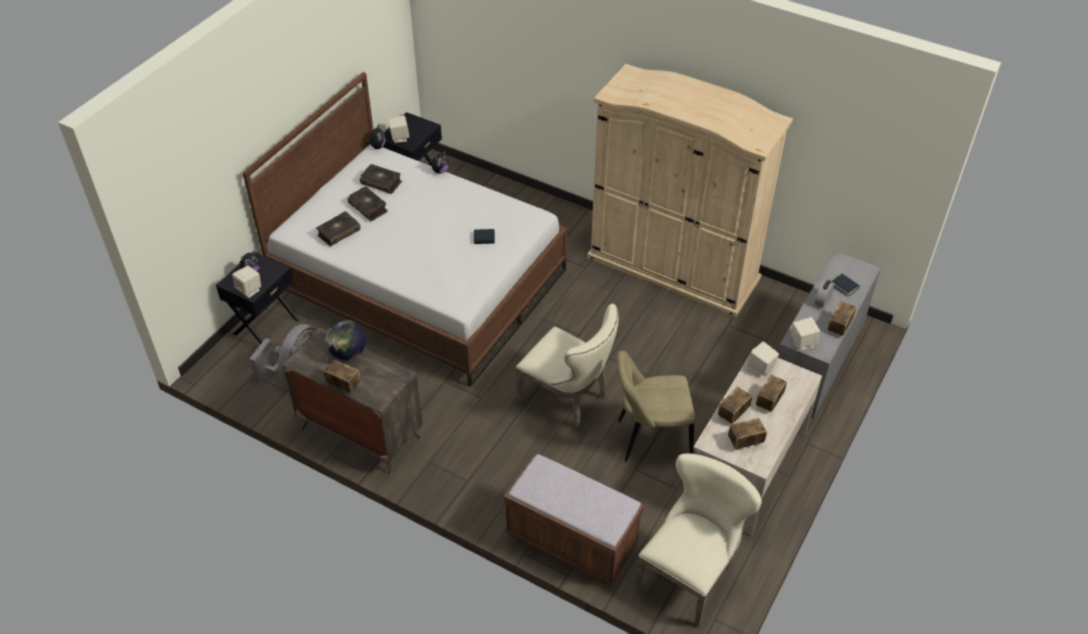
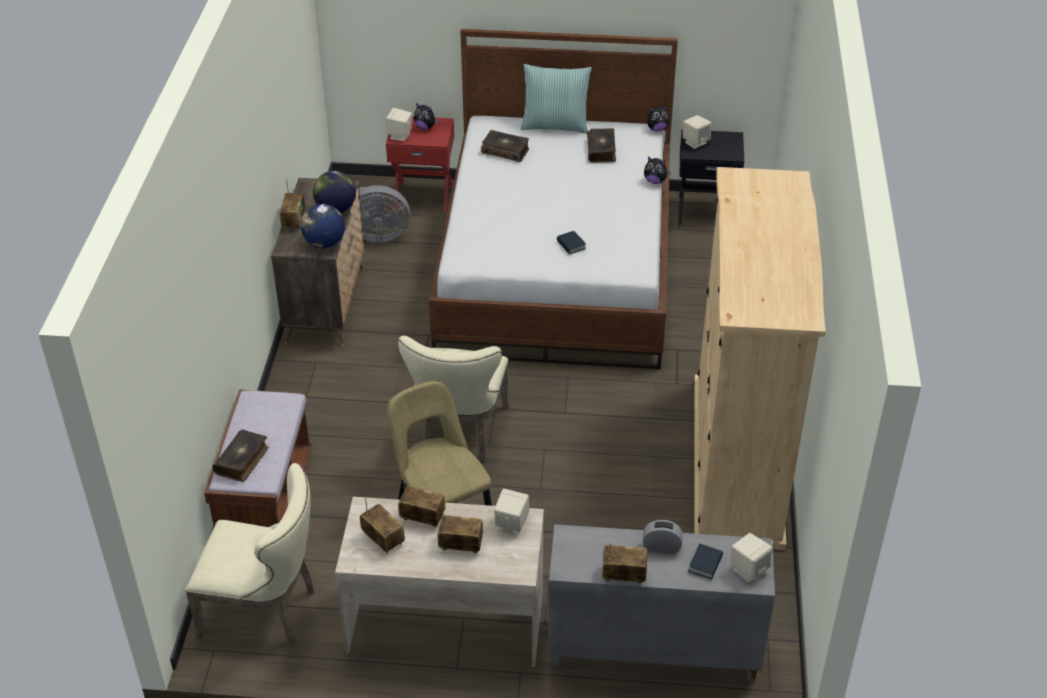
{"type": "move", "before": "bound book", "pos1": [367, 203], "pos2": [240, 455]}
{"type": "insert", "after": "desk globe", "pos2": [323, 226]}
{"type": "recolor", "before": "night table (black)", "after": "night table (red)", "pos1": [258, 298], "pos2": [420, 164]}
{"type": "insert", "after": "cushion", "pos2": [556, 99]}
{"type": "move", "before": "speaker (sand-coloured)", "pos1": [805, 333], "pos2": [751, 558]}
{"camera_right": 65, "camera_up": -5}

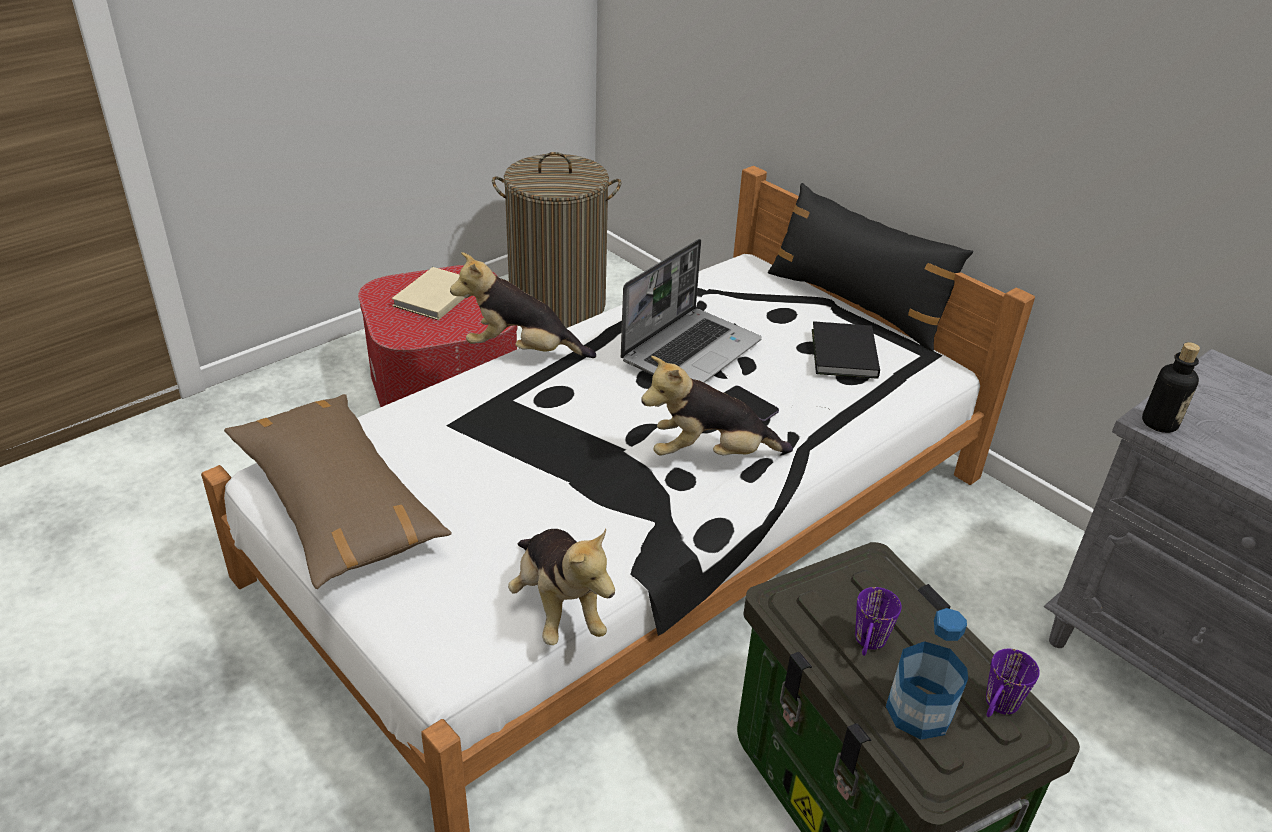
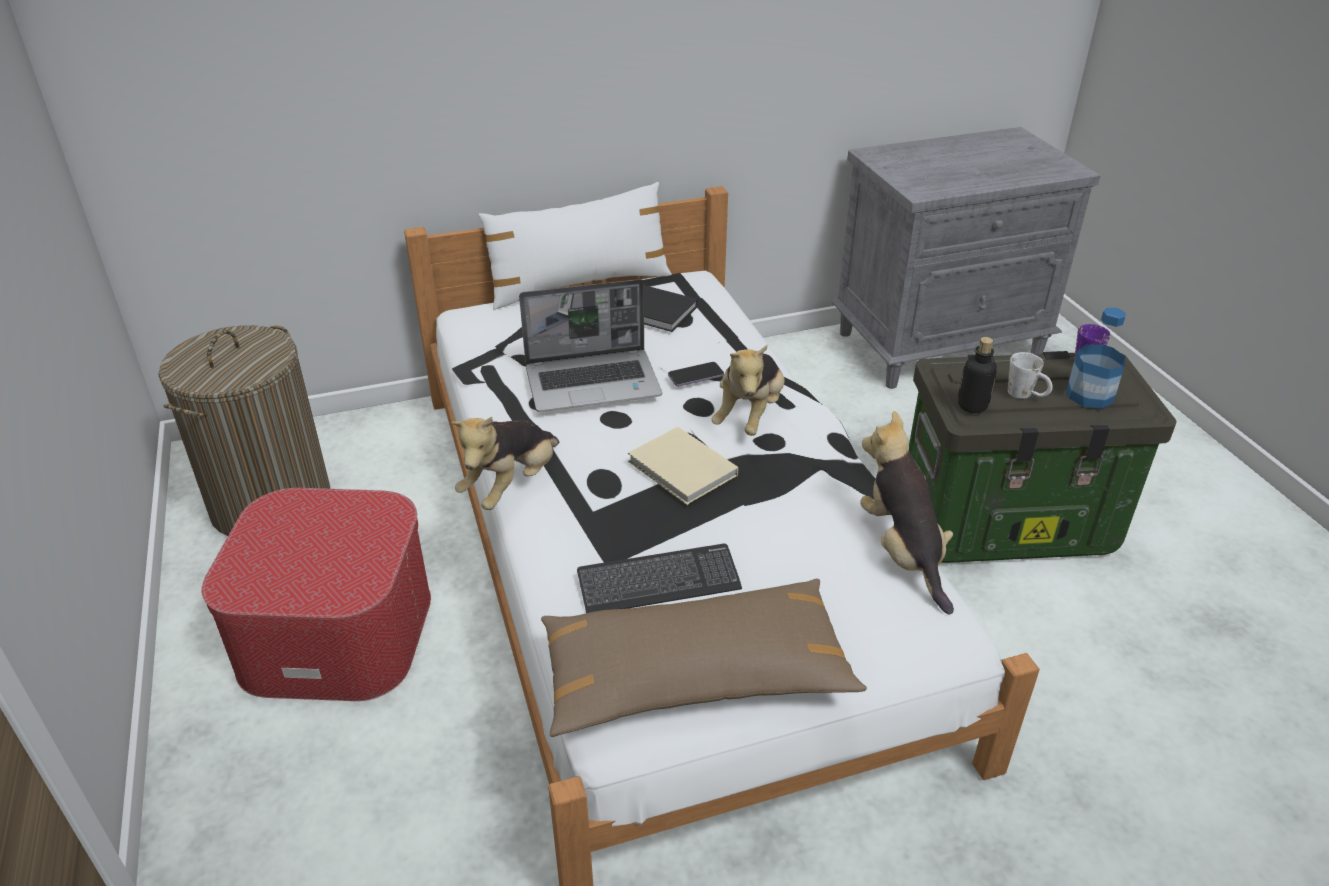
{"type": "recolor", "before": "cushion (black)", "after": "cushion (whitish)", "pos1": [870, 267], "pos2": [575, 246]}
{"type": "rotate", "before": "laptop", "pos1": [691, 311], "pos2": [590, 345], "turn": 105}
{"type": "insert", "after": "PC keyboard", "pos2": [659, 578]}
{"type": "move", "before": "bound book (sand-coloured)", "pos1": [428, 293], "pos2": [683, 466]}
{"type": "rotate", "before": "soft toy", "pos1": [561, 587], "pos2": [907, 512], "turn": -105}
{"type": "move", "before": "drink bottle", "pos1": [1171, 387], "pos2": [977, 375]}
{"type": "recolor", "before": "mug (purple-coloured)", "after": "mug (whitish)", "pos1": [878, 621], "pos2": [1030, 375]}
{"camera_right": -65, "camera_up": 0}

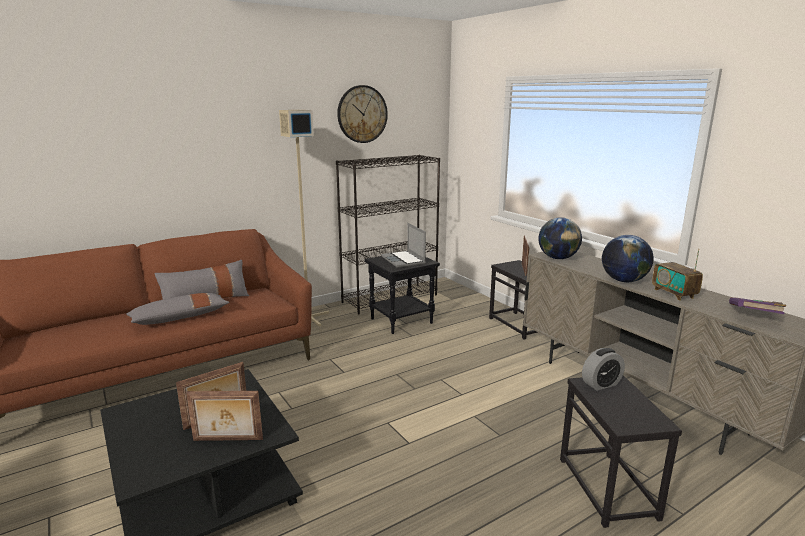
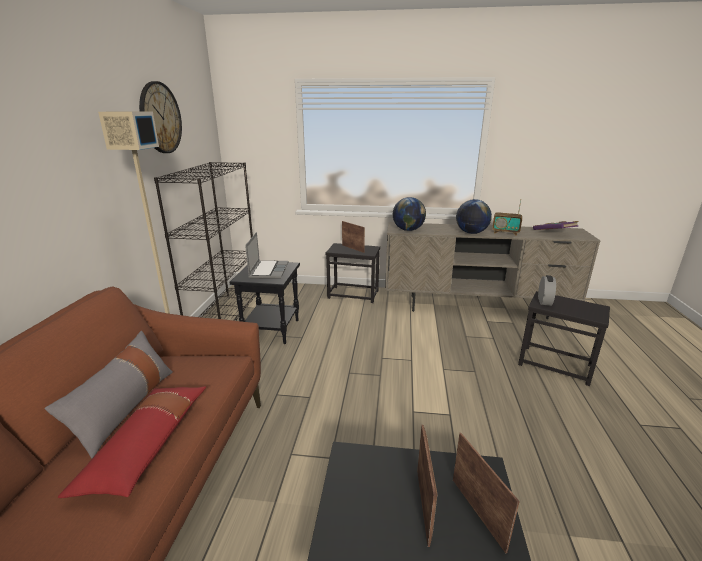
{"type": "recolor", "before": "cushion (gray)", "after": "cushion (red)", "pos1": [178, 309], "pos2": [132, 442]}
{"type": "rotate", "before": "laptop", "pos1": [403, 245], "pos2": [267, 255], "turn": -105}
{"type": "rotate", "before": "standing frame", "pos1": [224, 416], "pos2": [486, 493], "turn": -60}
{"camera_right": -50, "camera_up": 5}

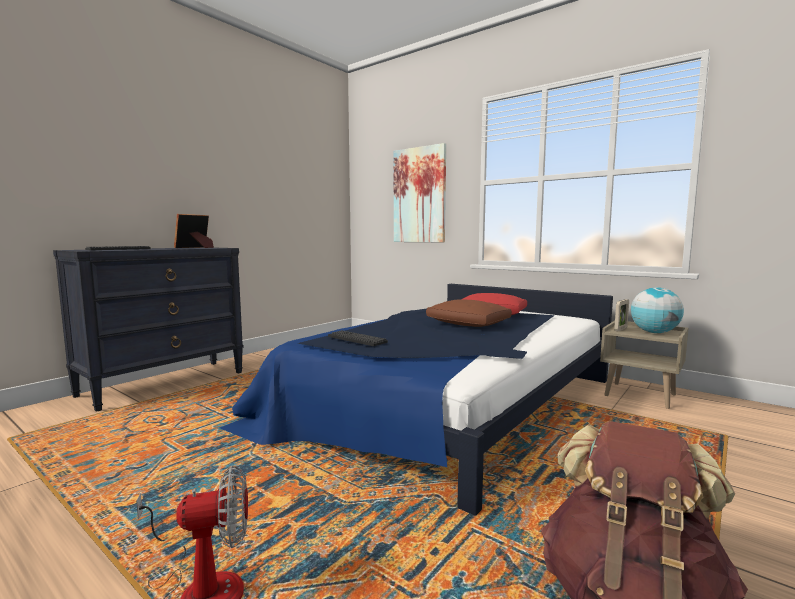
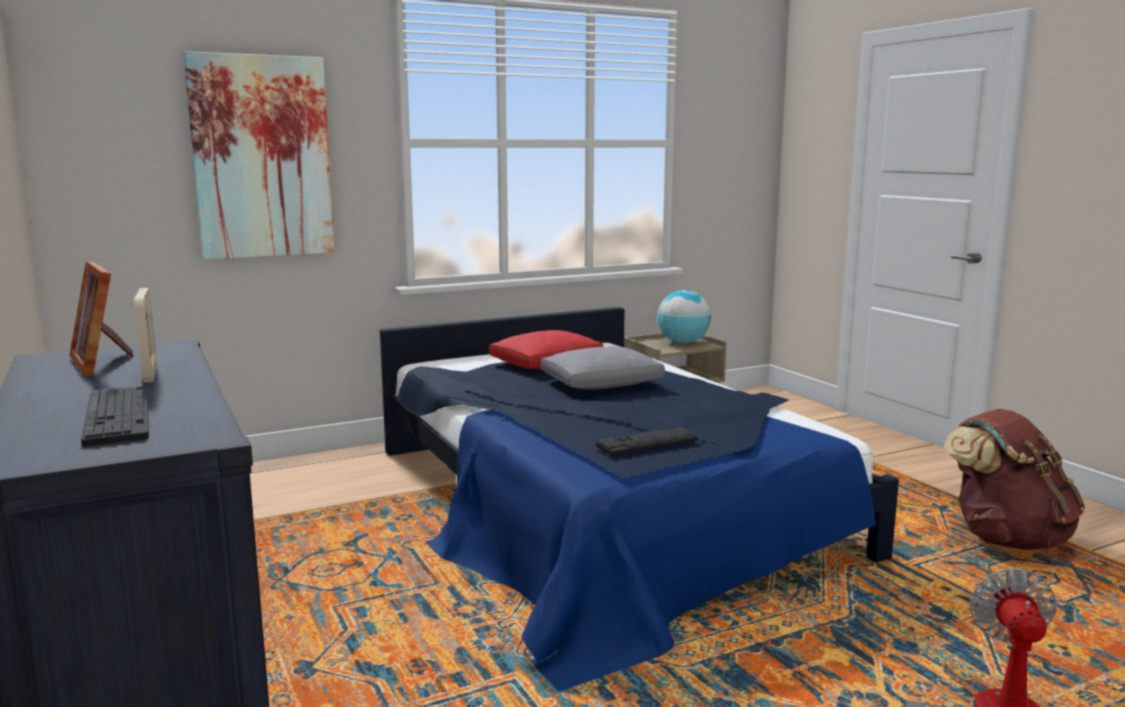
{"type": "move", "before": "standing frame", "pos1": [621, 315], "pos2": [145, 335]}
{"type": "recolor", "before": "cushion (brown)", "after": "cushion (gray)", "pos1": [469, 313], "pos2": [603, 368]}
{"camera_right": -65, "camera_up": 5}

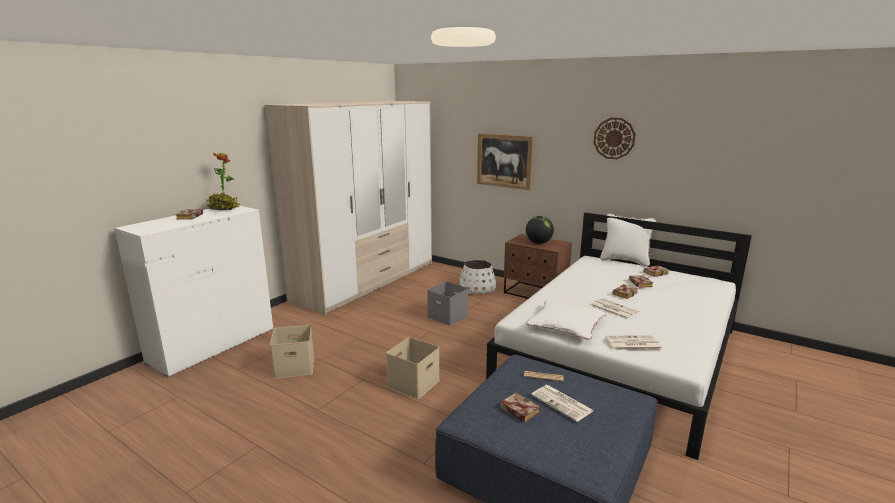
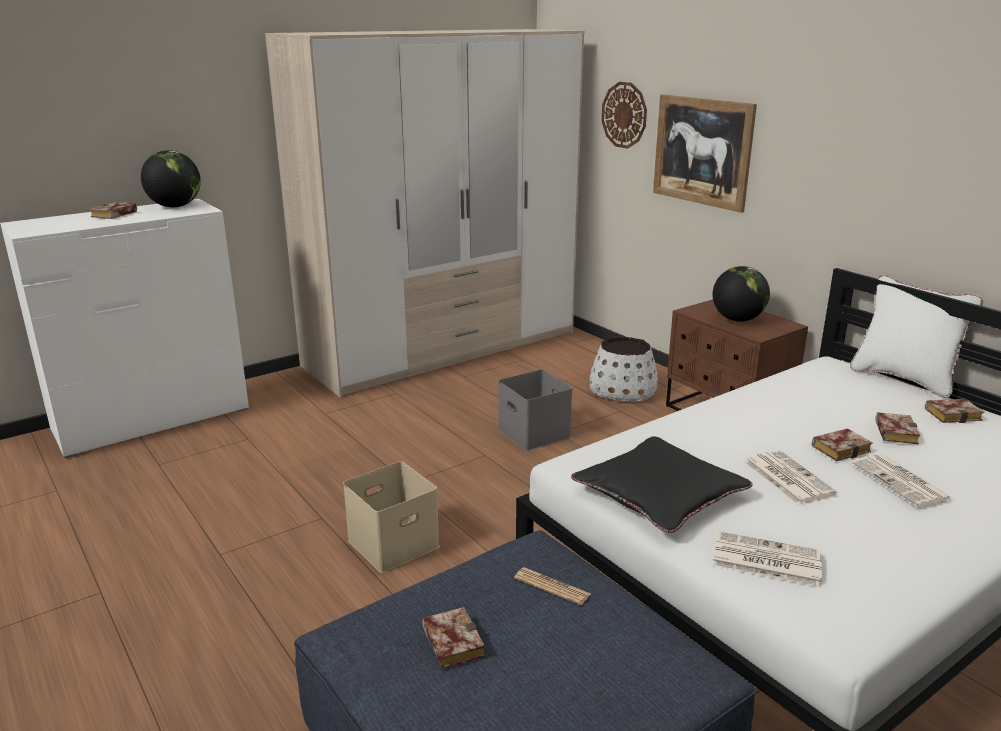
{"type": "replace", "before": "plant in a pot", "after": "desk globe", "pos1": [223, 181], "pos2": [171, 178]}
{"type": "recolor", "before": "cushion (whitish)", "after": "cushion (black)", "pos1": [566, 320], "pos2": [662, 484]}
{"type": "move", "before": "hanging clock", "pos1": [615, 138], "pos2": [624, 115]}
{"type": "move", "before": "daily paper", "pos1": [562, 403], "pos2": [902, 480]}
{"type": "delete", "before": "storage container (sand-coloured)", "pos1": [292, 352]}
{"camera_right": 20, "camera_up": 5}

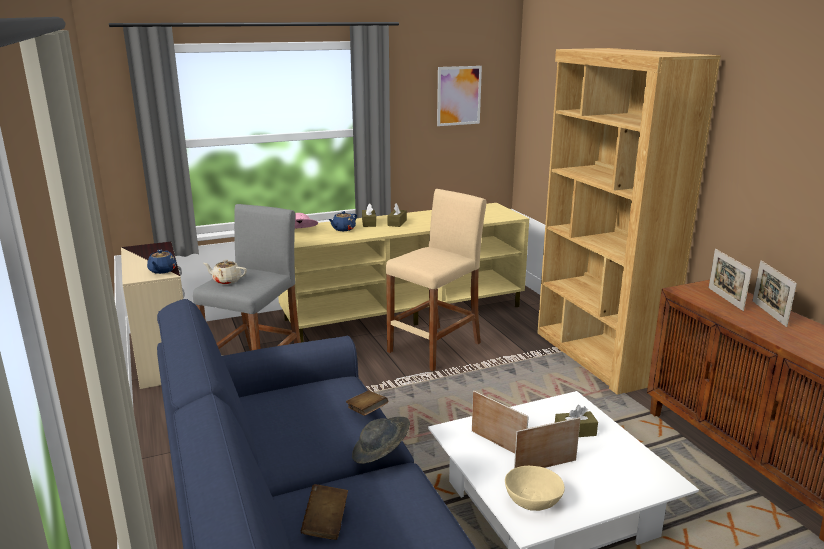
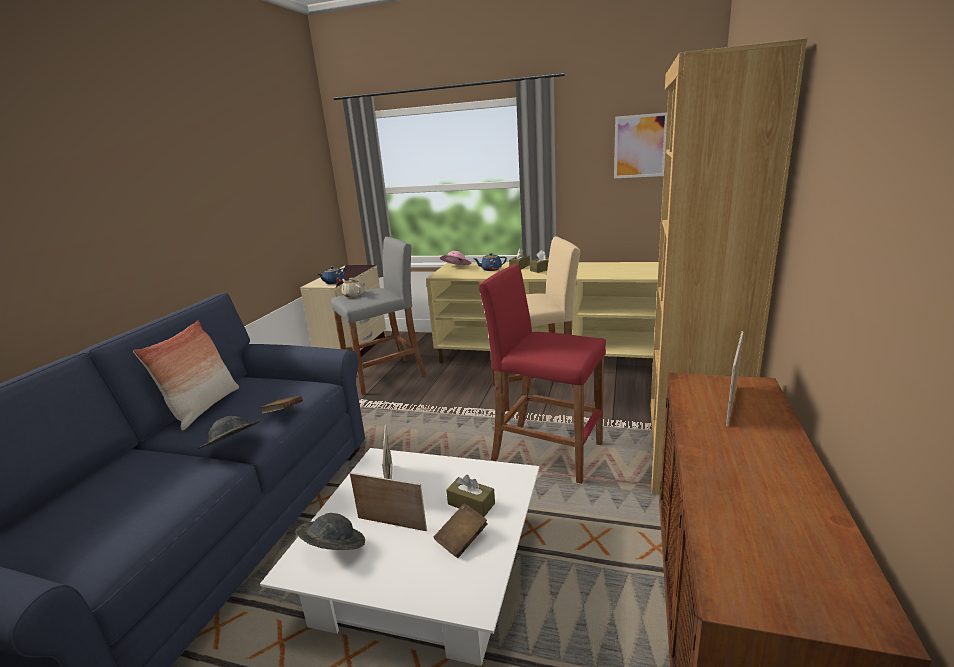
{"type": "insert", "after": "cushion", "pos2": [186, 375]}
{"type": "replace", "before": "serving bowl (sand-coloured)", "after": "hat (gray)", "pos1": [535, 488], "pos2": [330, 531]}
{"type": "move", "before": "bound book (brown)", "pos1": [324, 512], "pos2": [461, 530]}
{"type": "insert", "after": "sitting stool (red)", "pos2": [542, 374]}
{"type": "delete", "before": "standing frame", "pos1": [774, 294]}
{"camera_right": 40, "camera_up": 0}

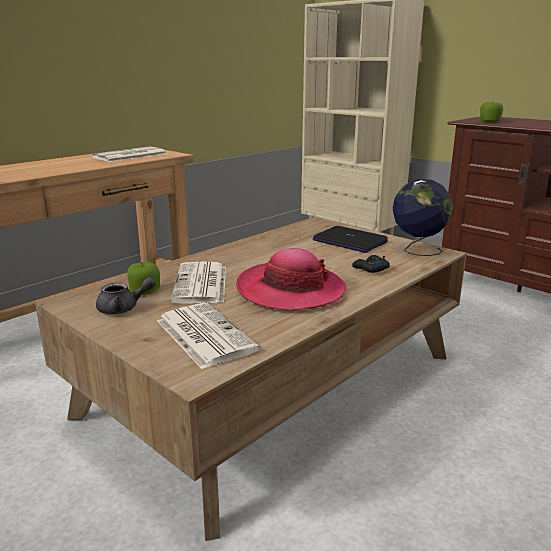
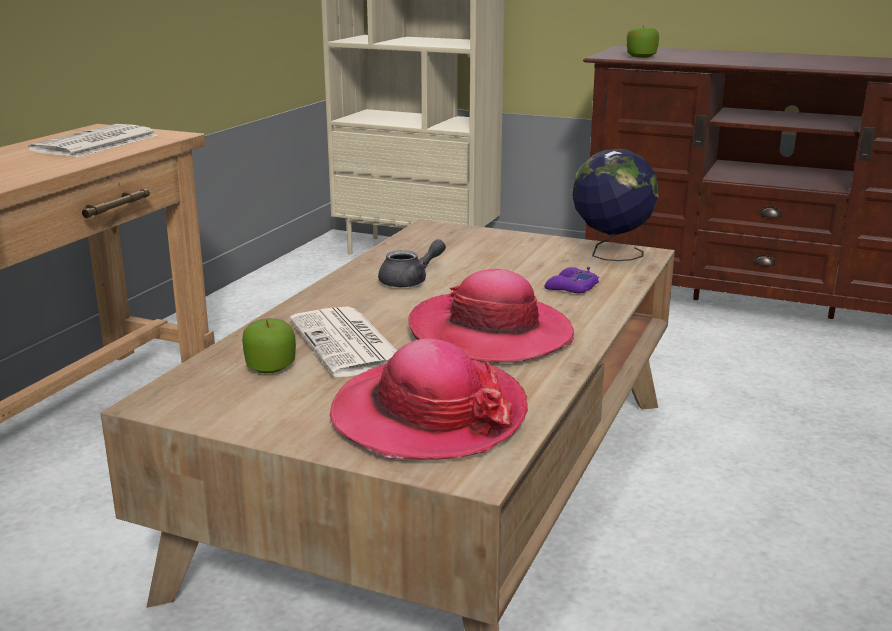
{"type": "replace", "before": "daily paper", "after": "hat", "pos1": [208, 336], "pos2": [429, 399]}
{"type": "move", "before": "pot for tea (gray)", "pos1": [126, 295], "pos2": [412, 263]}
{"type": "recolor", "before": "game controller (black)", "after": "game controller (purple-coloured)", "pos1": [371, 264], "pos2": [571, 280]}
{"type": "delete", "before": "laptop", "pos1": [350, 239]}
{"camera_right": -20, "camera_up": 0}

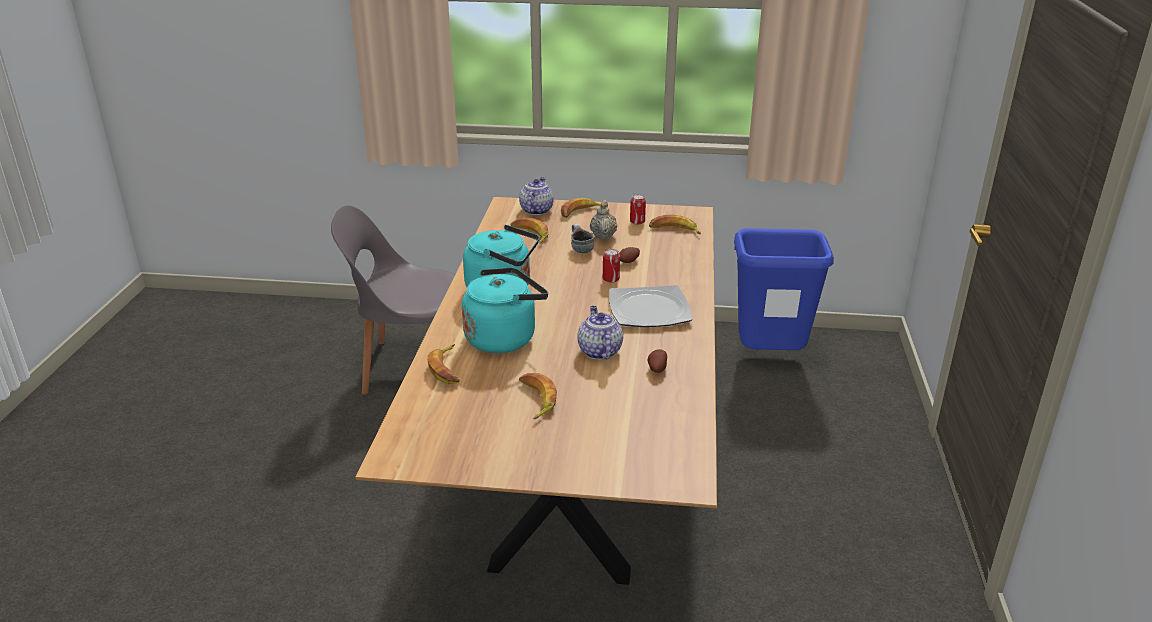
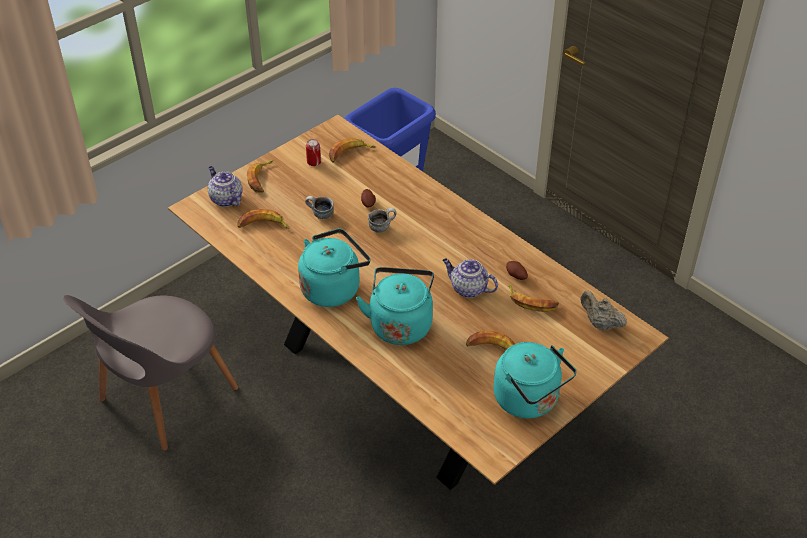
{"type": "replace", "before": "sealed can", "after": "mug", "pos1": [611, 266], "pos2": [382, 220]}
{"type": "insert", "after": "water kettle (blue-green)", "pos2": [535, 380]}
{"type": "move", "before": "whole banana", "pos1": [443, 364], "pos2": [534, 297]}
{"type": "move", "before": "pot for tea (sand-coloured)", "pos1": [604, 219], "pos2": [603, 311]}
{"type": "delete", "before": "plate", "pos1": [650, 306]}
{"camera_right": -50, "camera_up": 15}

